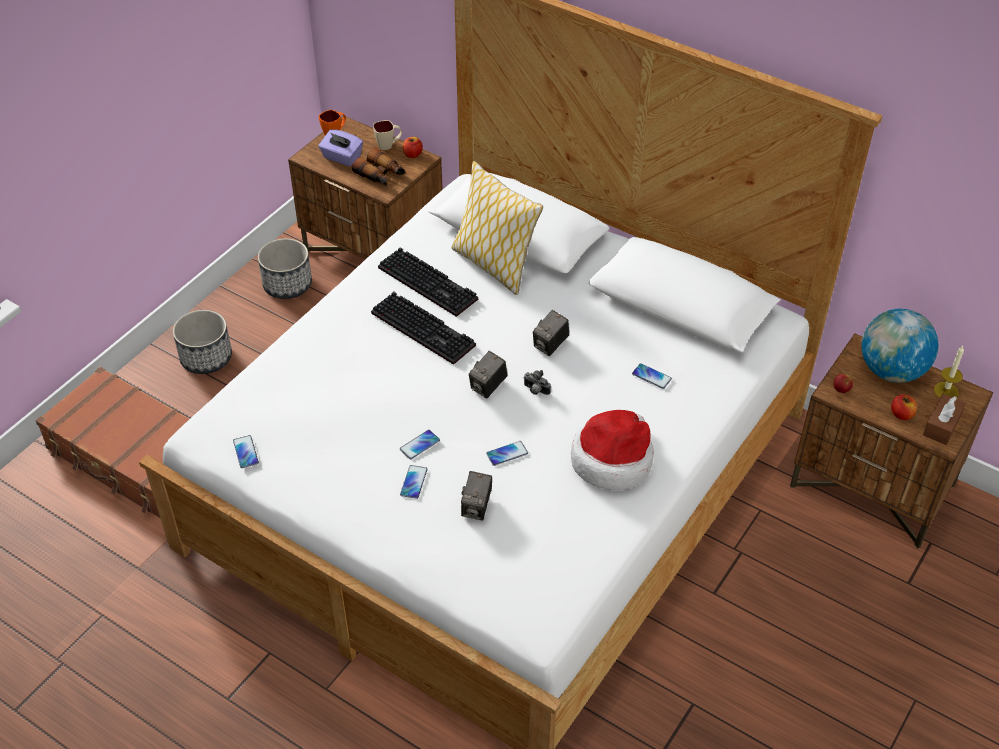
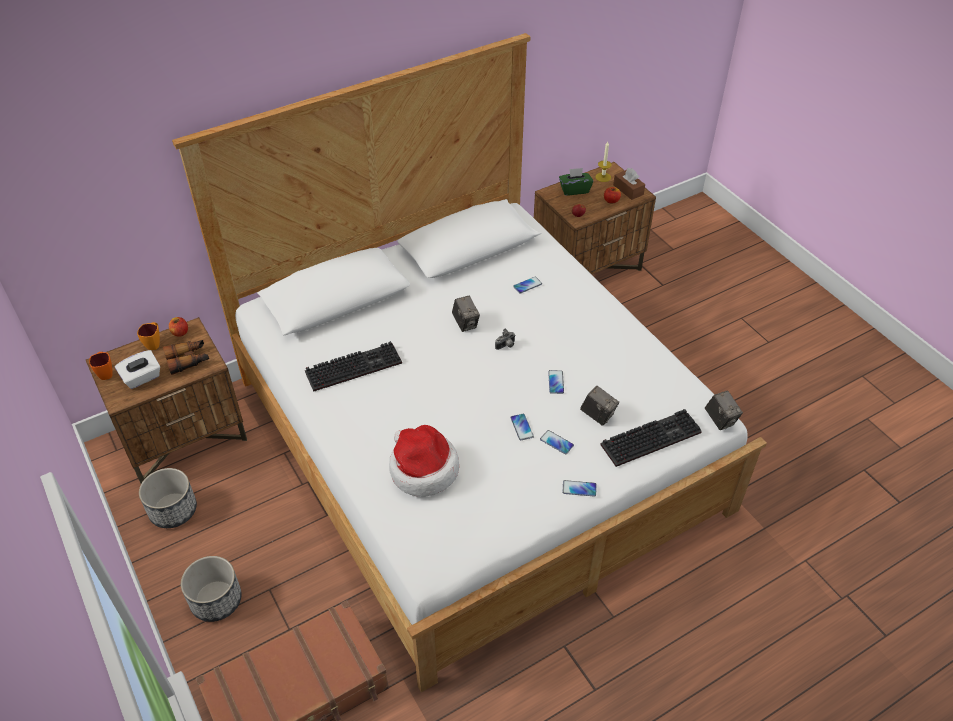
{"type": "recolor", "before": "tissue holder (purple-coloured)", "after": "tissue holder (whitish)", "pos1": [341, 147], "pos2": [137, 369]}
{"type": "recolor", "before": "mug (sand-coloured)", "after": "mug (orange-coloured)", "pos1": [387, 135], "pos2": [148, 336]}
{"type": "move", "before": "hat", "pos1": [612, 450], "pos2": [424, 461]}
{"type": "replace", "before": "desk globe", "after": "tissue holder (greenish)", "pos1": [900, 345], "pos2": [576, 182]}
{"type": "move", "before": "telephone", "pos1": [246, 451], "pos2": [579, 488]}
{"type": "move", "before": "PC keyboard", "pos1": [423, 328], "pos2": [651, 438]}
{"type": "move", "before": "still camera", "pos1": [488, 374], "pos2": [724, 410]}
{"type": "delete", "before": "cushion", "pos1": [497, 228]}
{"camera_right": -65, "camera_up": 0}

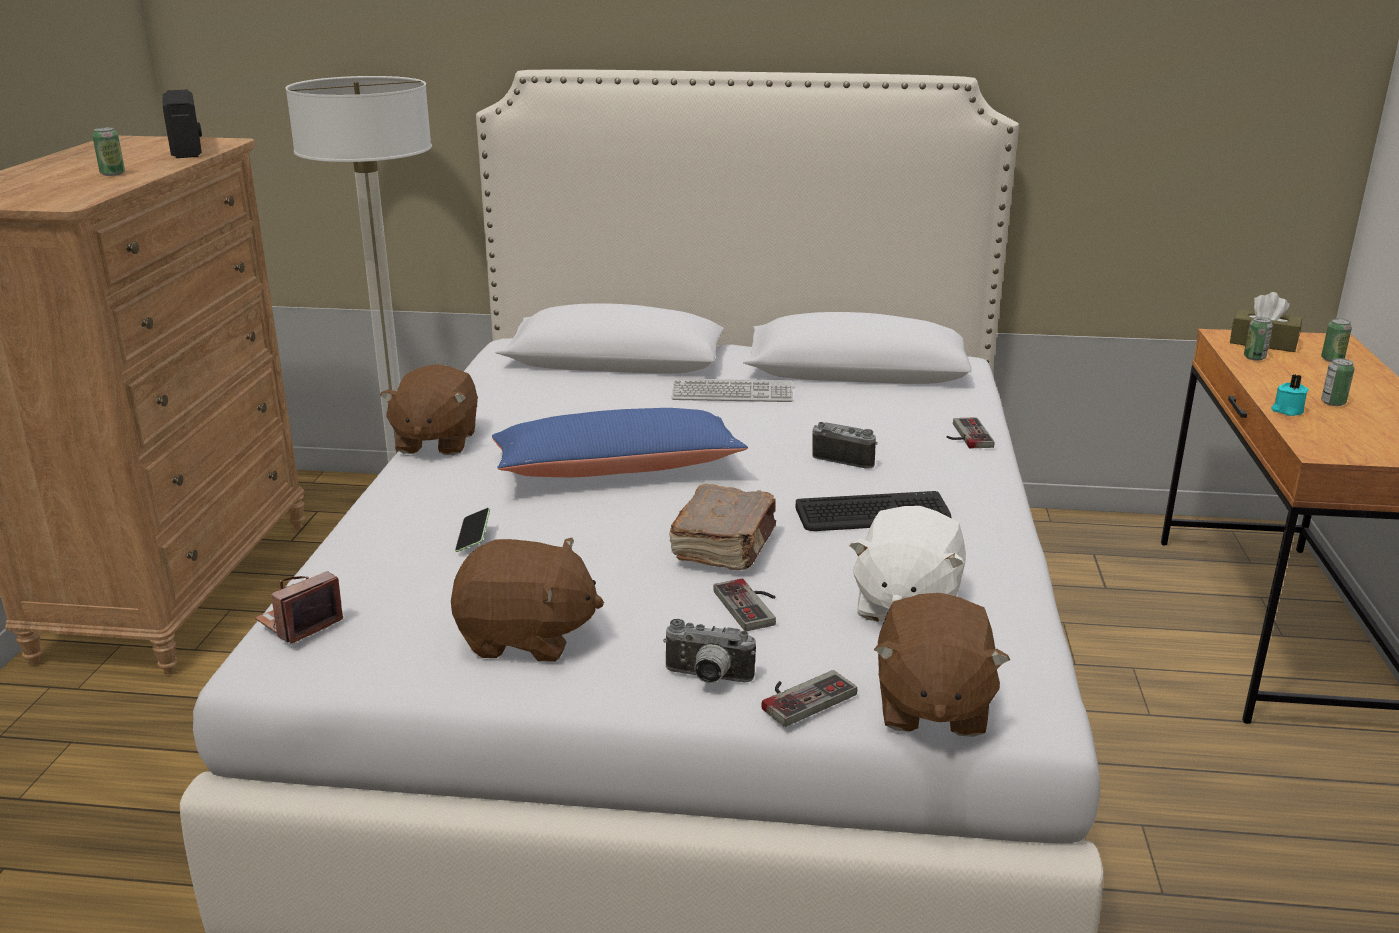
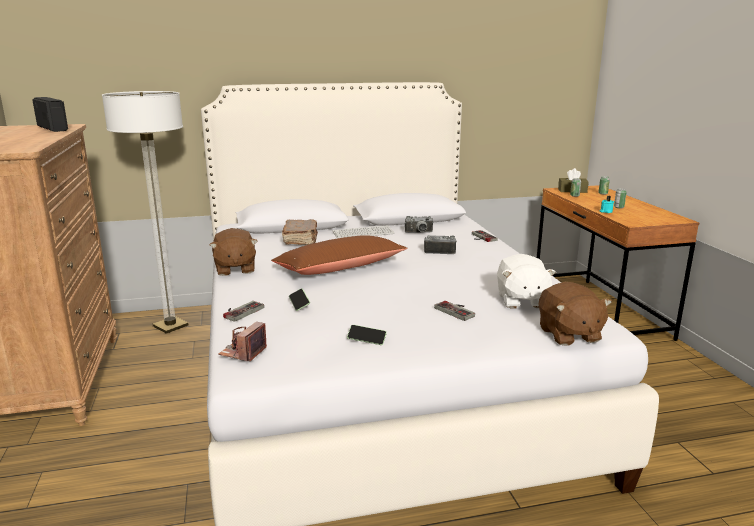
{"type": "move", "before": "game controller", "pos1": [809, 698], "pos2": [243, 311]}
{"type": "recolor", "before": "cushion (bluish)", "after": "cushion (brown)", "pos1": [620, 442], "pos2": [339, 255]}
{"type": "move", "before": "bound book (brown)", "pos1": [722, 527], "pos2": [300, 232]}
{"type": "replace", "before": "soft toy (brown)", "after": "telephone", "pos1": [527, 600], "pos2": [367, 335]}
{"type": "move", "before": "still camera", "pos1": [709, 651], "pos2": [419, 224]}
{"type": "delete", "before": "sealed can", "pos1": [108, 151]}
{"type": "delete", "before": "PC keyboard", "pos1": [874, 511]}
{"camera_right": -20, "camera_up": -5}

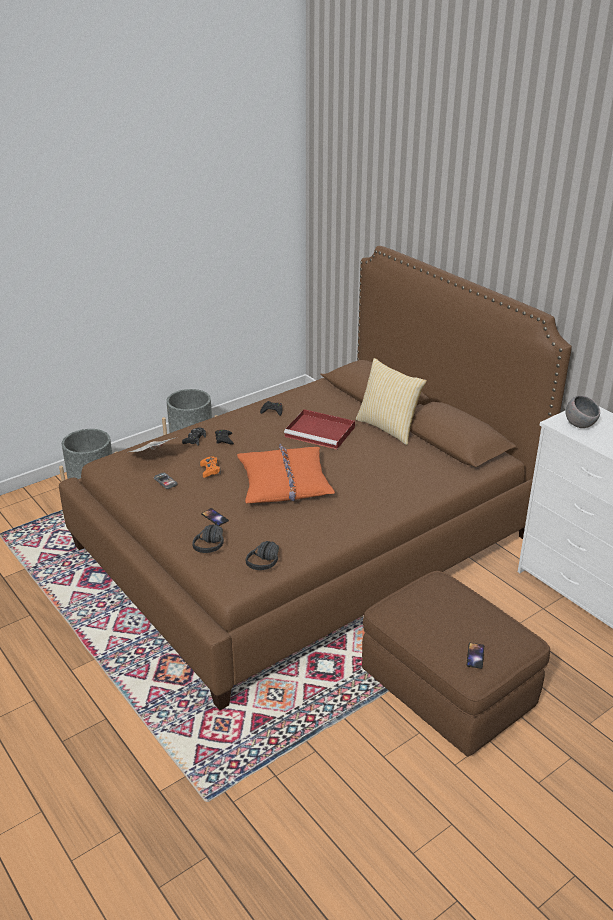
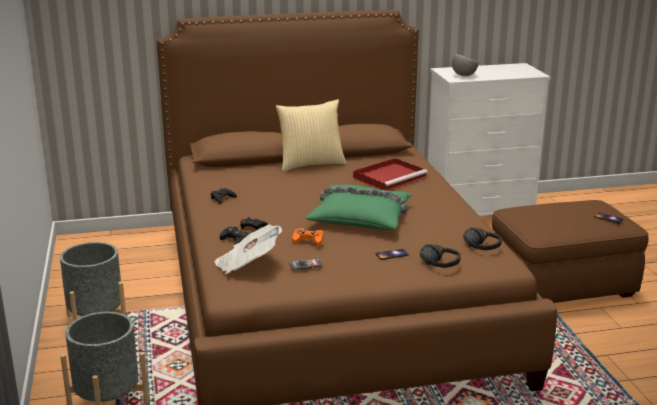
{"type": "recolor", "before": "cushion (orange-coloured)", "after": "cushion (greenish)", "pos1": [286, 473], "pos2": [358, 207]}
{"type": "move", "before": "tray (red)", "pos1": [319, 429], "pos2": [390, 174]}
{"camera_right": -65, "camera_up": -10}

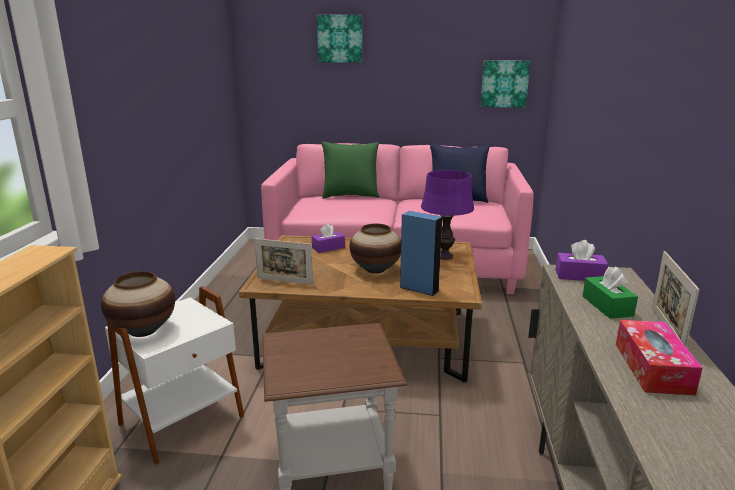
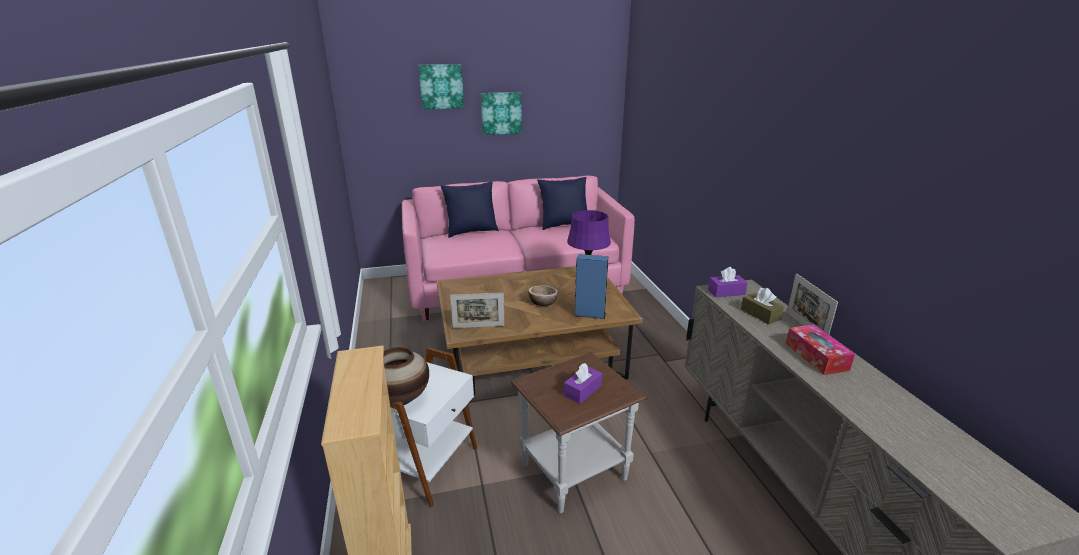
{"type": "recolor", "before": "cushion (greenish)", "after": "cushion (bluish)", "pos1": [350, 170], "pos2": [470, 210]}
{"type": "move", "before": "wall picture", "pos1": [505, 84], "pos2": [501, 113]}
{"type": "replace", "before": "decorative vase", "after": "serving bowl", "pos1": [375, 249], "pos2": [543, 295]}
{"type": "move", "before": "tissue holder (purple-coloured)", "pos1": [328, 238], "pos2": [583, 383]}
{"type": "recolor", "before": "tissue holder (greenish)", "after": "tissue holder (brown)", "pos1": [610, 293], "pos2": [762, 306]}
{"camera_right": -20, "camera_up": 5}

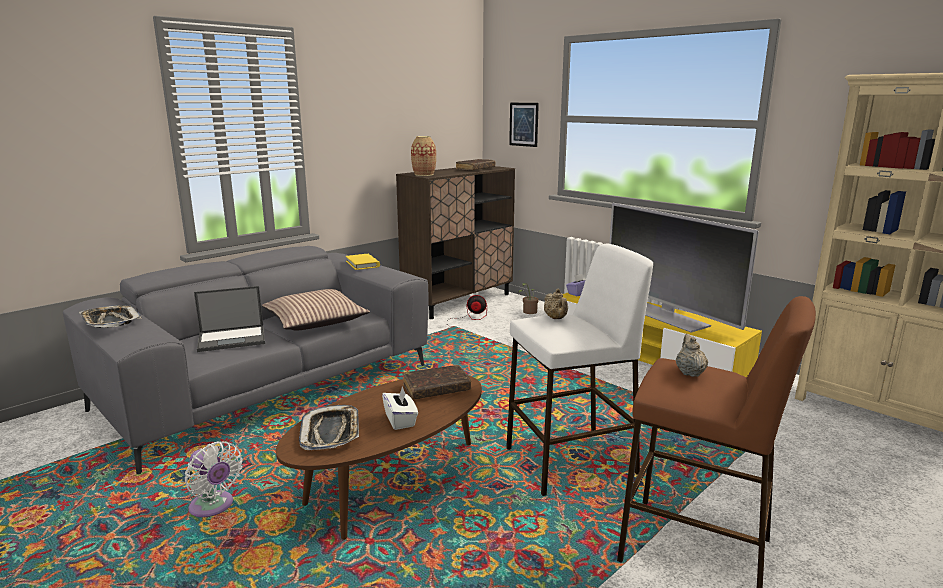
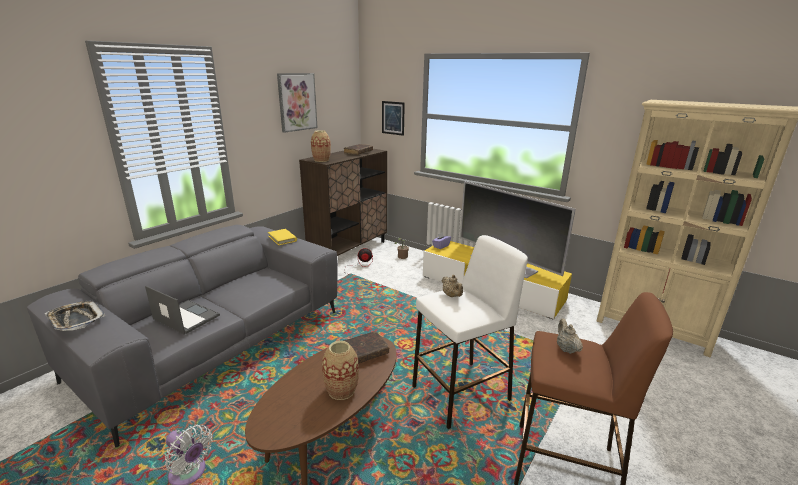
{"type": "rotate", "before": "laptop", "pos1": [229, 319], "pos2": [182, 310], "turn": -120}
{"type": "insert", "after": "wall picture", "pos2": [297, 103]}
{"type": "replace", "before": "tissue holder (whitish)", "after": "decorative vase", "pos1": [400, 408], "pos2": [340, 370]}
{"type": "delete", "before": "cushion", "pos1": [316, 310]}
{"type": "delete", "before": "tray", "pos1": [329, 427]}
{"camera_right": -10, "camera_up": 5}

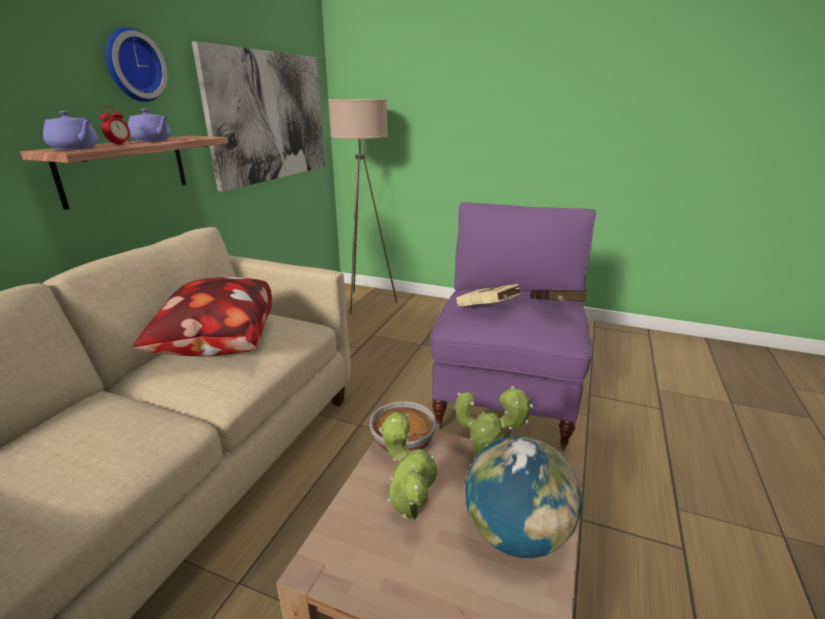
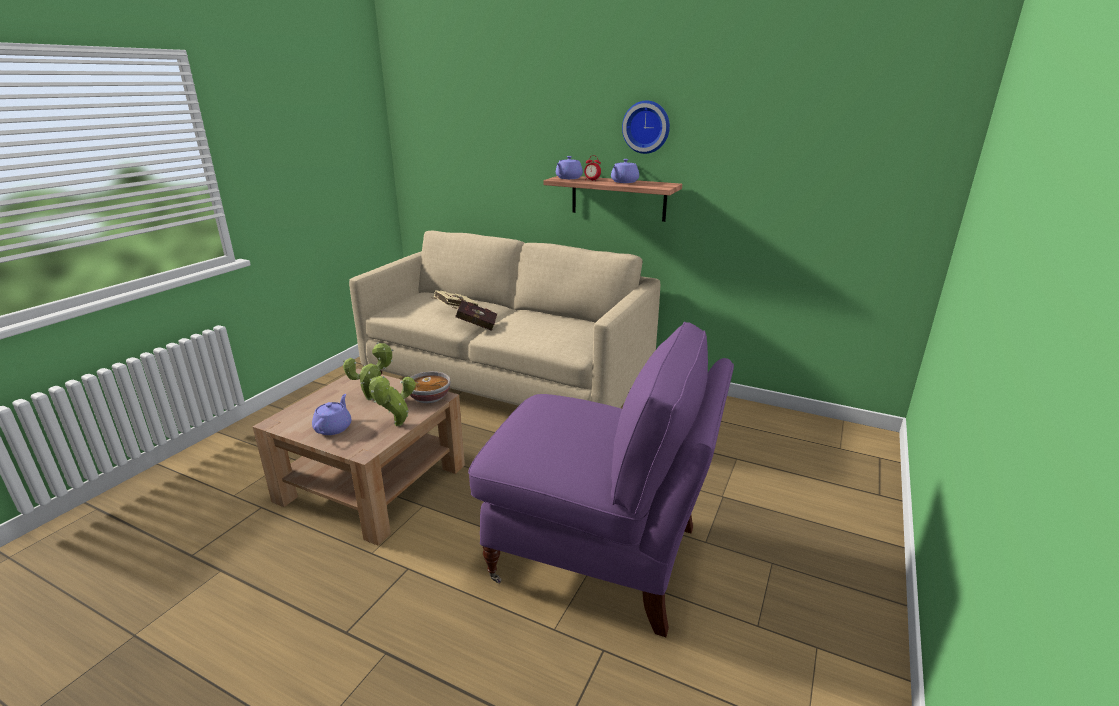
{"type": "replace", "before": "desk globe", "after": "pot for tea (purple-coloured)", "pos1": [523, 497], "pos2": [331, 414]}
{"type": "move", "before": "bound book (sand-coloured)", "pos1": [488, 295], "pos2": [455, 298]}
{"type": "move", "before": "bound book (red)", "pos1": [558, 295], "pos2": [475, 315]}
{"type": "delete", "before": "cushion", "pos1": [202, 316]}
{"type": "delete", "before": "wall picture", "pos1": [258, 116]}
{"type": "delete", "before": "standing lamp (sand-coloured)", "pos1": [362, 206]}
{"camera_right": 95, "camera_up": 0}

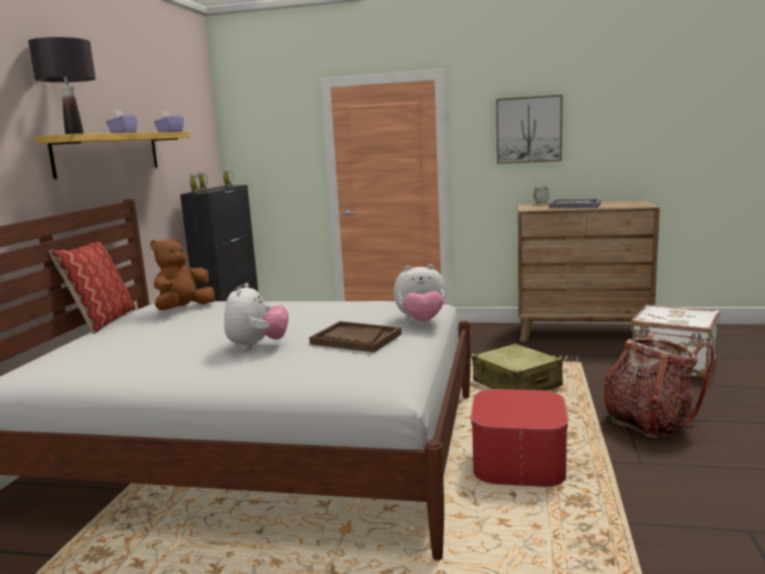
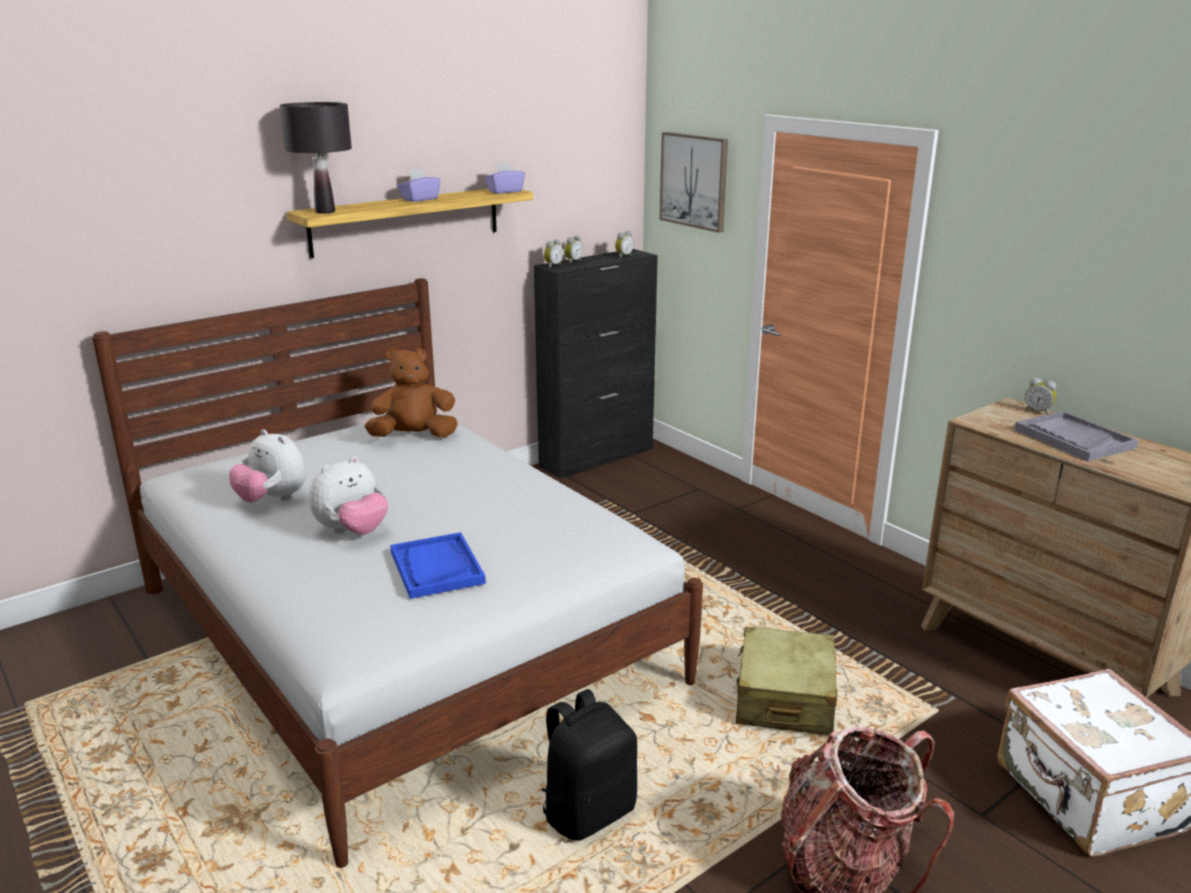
{"type": "move", "before": "soft toy", "pos1": [419, 292], "pos2": [267, 466]}
{"type": "recolor", "before": "tray (brown)", "after": "tray (bluish)", "pos1": [355, 336], "pos2": [438, 565]}
{"type": "replace", "before": "pouffe", "after": "backpack (black)", "pos1": [519, 438], "pos2": [589, 765]}
{"type": "move", "before": "wall picture", "pos1": [529, 129], "pos2": [694, 182]}
{"type": "delete", "before": "cushion", "pos1": [92, 288]}
{"camera_right": 40, "camera_up": 10}

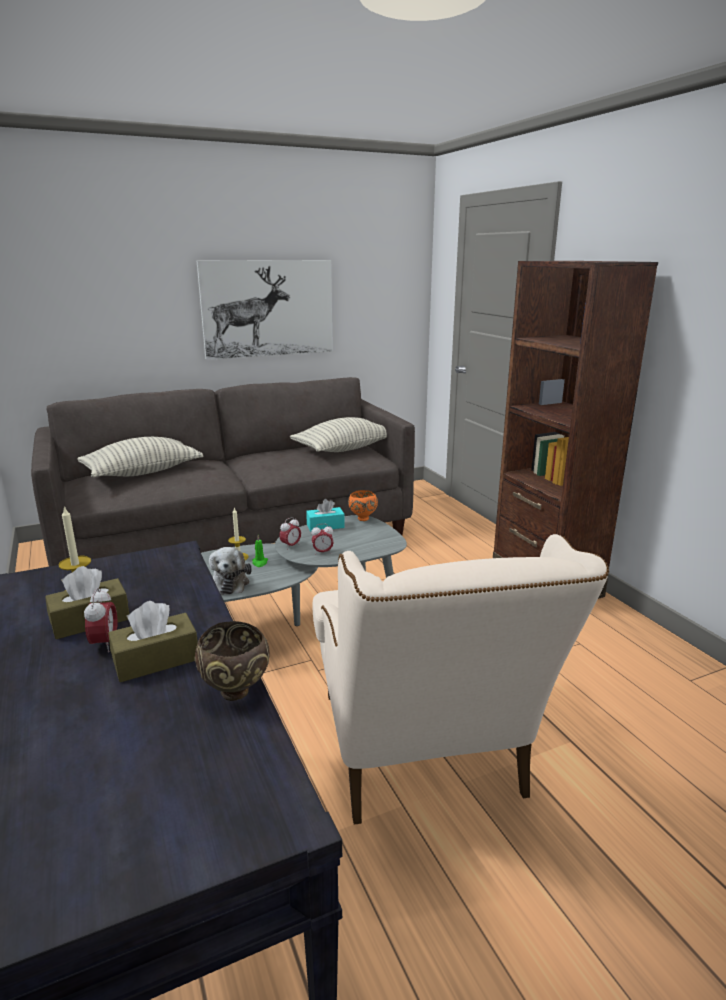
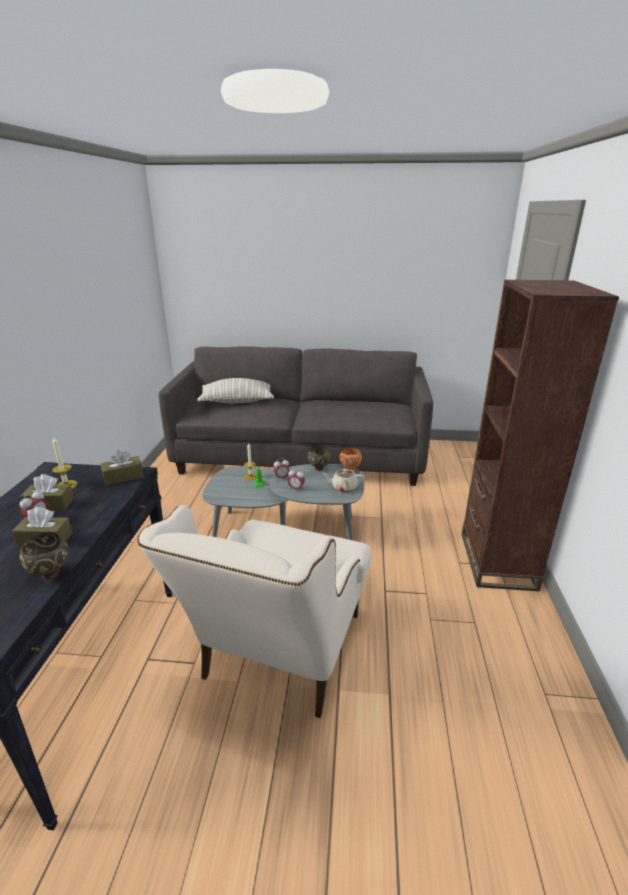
{"type": "insert", "after": "tissue holder (brown)", "pos2": [122, 468]}
{"type": "replace", "before": "tissue holder (blue-green)", "after": "serving bowl (brown)", "pos1": [325, 515], "pos2": [319, 459]}
{"type": "insert", "after": "pot for tea (sand-coloured)", "pos2": [343, 480]}
{"type": "delete", "before": "wall picture", "pos1": [265, 310]}
{"type": "delete", "before": "soft toy", "pos1": [230, 571]}
{"type": "delete", "before": "cushion", "pos1": [338, 434]}
{"camera_right": 30, "camera_up": 5}

